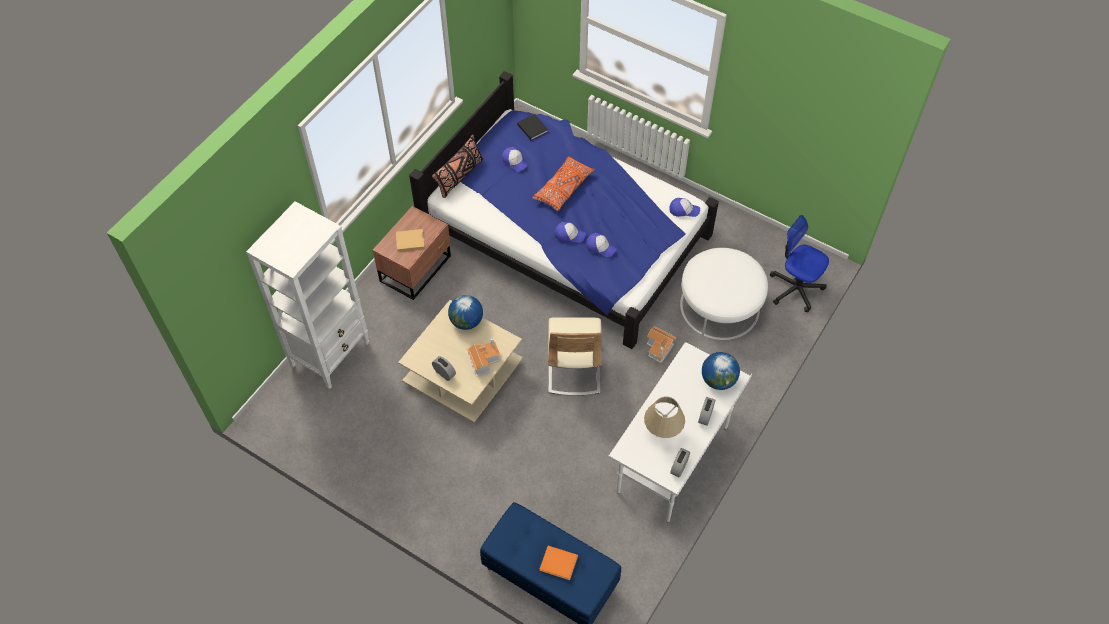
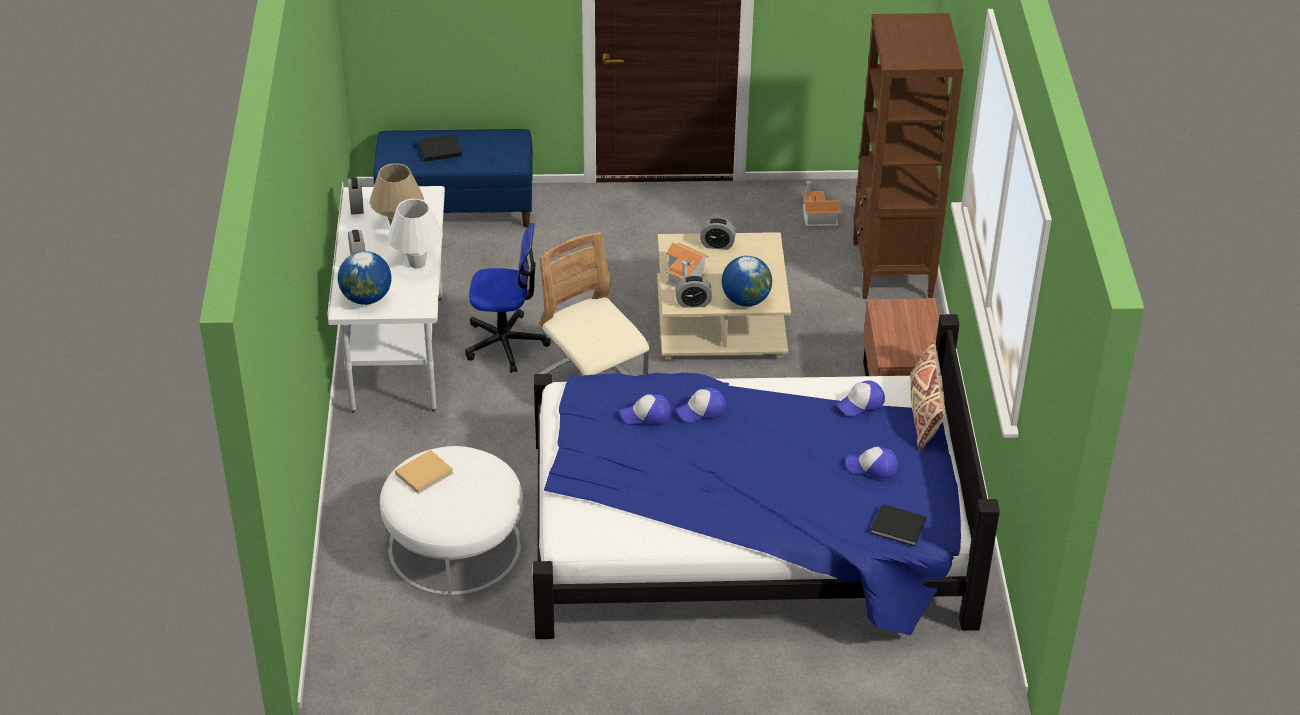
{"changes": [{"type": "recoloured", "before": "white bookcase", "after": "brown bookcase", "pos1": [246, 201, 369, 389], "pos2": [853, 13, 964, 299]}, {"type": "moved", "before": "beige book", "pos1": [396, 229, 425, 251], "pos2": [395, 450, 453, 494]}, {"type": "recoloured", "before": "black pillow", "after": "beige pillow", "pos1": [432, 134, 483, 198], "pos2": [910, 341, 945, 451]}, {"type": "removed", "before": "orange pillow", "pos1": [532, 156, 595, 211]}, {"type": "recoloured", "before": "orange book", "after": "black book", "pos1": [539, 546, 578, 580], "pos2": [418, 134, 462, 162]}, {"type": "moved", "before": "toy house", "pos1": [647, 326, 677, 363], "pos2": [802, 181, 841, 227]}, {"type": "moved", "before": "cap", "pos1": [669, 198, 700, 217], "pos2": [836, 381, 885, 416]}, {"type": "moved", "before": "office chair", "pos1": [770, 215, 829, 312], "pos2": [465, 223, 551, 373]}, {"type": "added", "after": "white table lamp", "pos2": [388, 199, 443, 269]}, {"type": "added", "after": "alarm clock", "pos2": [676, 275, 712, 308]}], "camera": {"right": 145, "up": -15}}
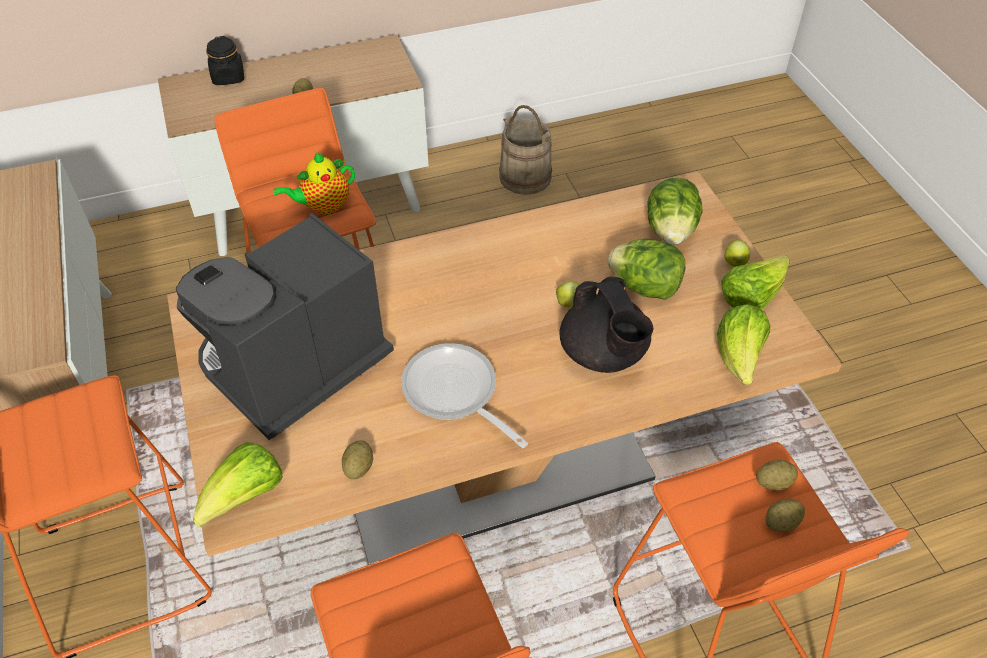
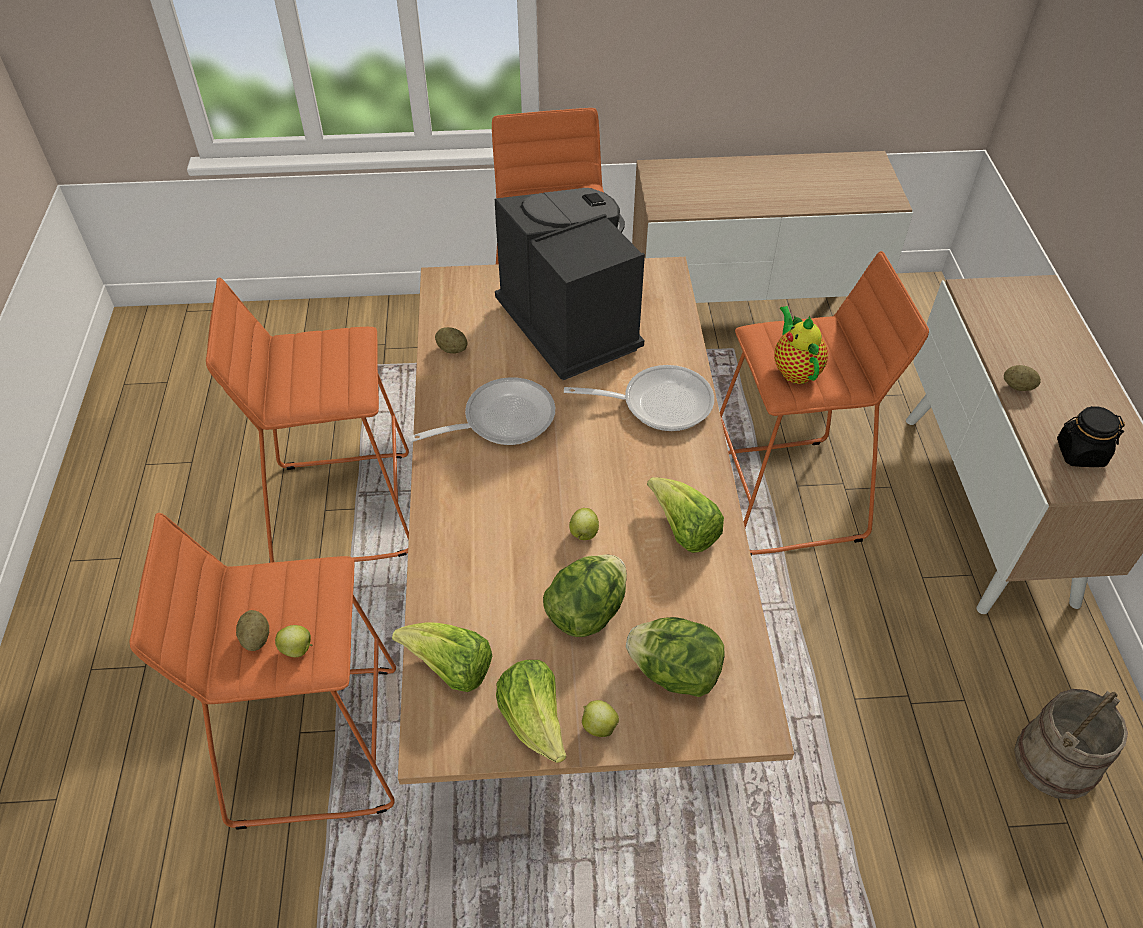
{"changes": [{"type": "moved", "before": "lettuce", "pos1": [193, 442, 283, 527], "pos2": [647, 477, 724, 553]}, {"type": "moved", "before": "black jar", "pos1": [206, 36, 244, 85], "pos2": [1057, 406, 1125, 467]}, {"type": "removed", "before": "black teapot", "pos1": [560, 277, 653, 373]}, {"type": "replaced", "before": "potato", "after": "apple", "pos1": [756, 460, 798, 491], "pos2": [275, 625, 312, 657]}, {"type": "added", "after": "frying pan", "pos2": [564, 365, 714, 431]}], "camera": {"right": 105, "up": 0}}
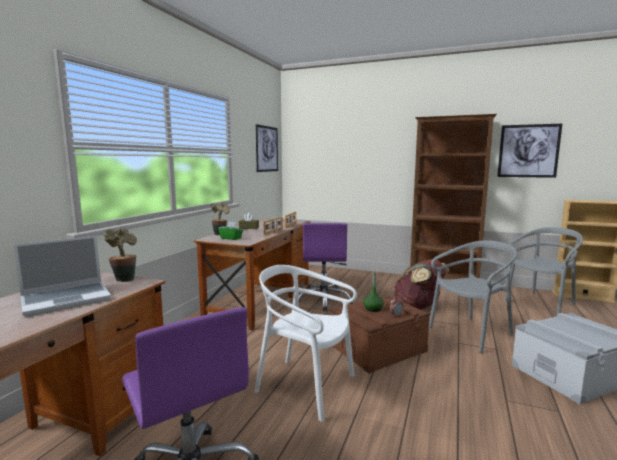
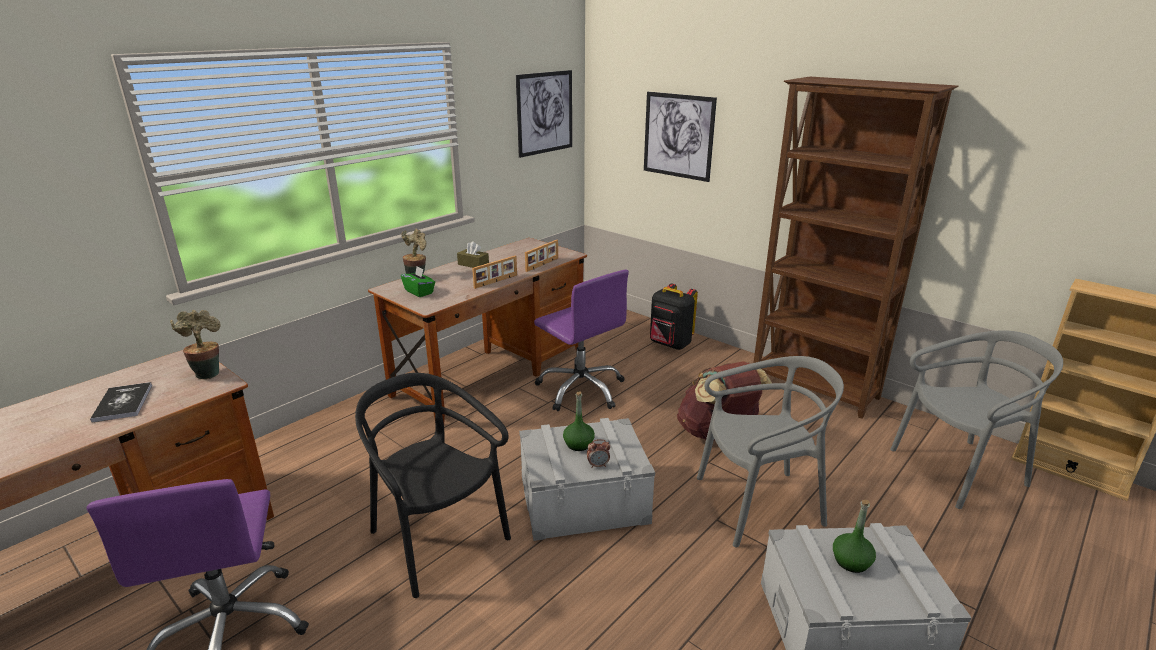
{"changes": [{"type": "replaced", "before": "laptop", "after": "book", "pos1": [13, 236, 111, 316], "pos2": [90, 382, 152, 423]}, {"type": "recoloured", "before": "white chair", "after": "black chair", "pos1": [254, 265, 357, 422], "pos2": [355, 373, 511, 598]}, {"type": "turned", "before": "purple office chair", "pos1": [299, 223, 353, 312], "pos2": [534, 270, 629, 411], "turn": -60}, {"type": "recoloured", "before": "brown storage box", "after": "grey storage box", "pos1": [331, 295, 430, 374], "pos2": [519, 418, 655, 541]}, {"type": "moved", "before": "picture", "pos1": [497, 124, 562, 178], "pos2": [644, 92, 717, 182]}, {"type": "added", "after": "black backpack", "pos2": [650, 284, 698, 350]}, {"type": "added", "after": "green bottle", "pos2": [833, 500, 876, 573]}], "camera": {"right": 20, "up": 15}}
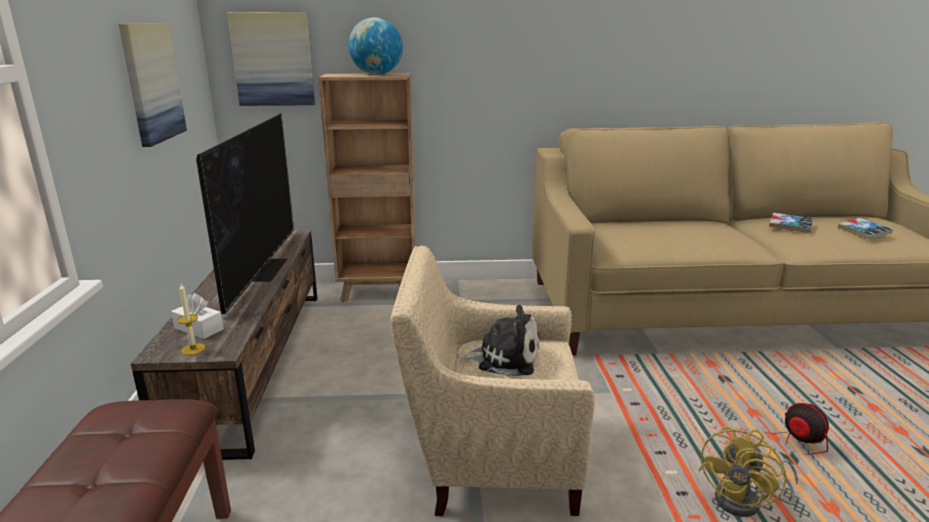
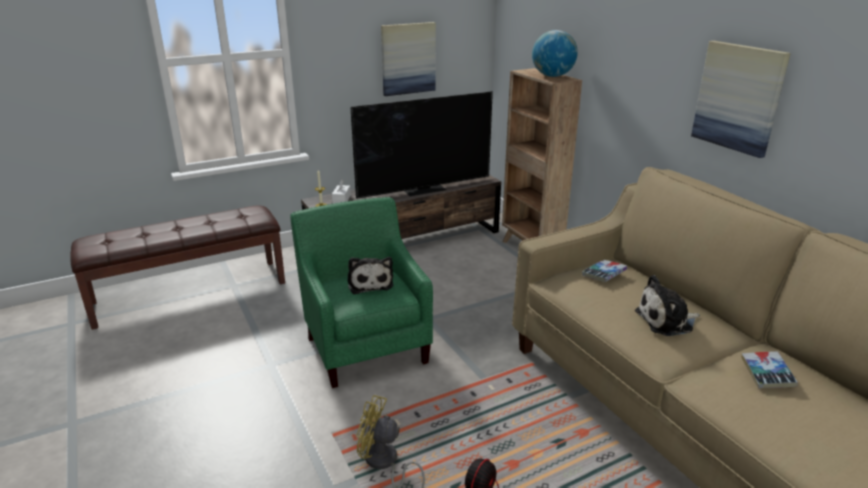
{"changes": [{"type": "moved", "before": "picture", "pos1": [227, 12, 315, 106], "pos2": [691, 41, 791, 158]}, {"type": "recoloured", "before": "beige armchair", "after": "green armchair", "pos1": [390, 245, 595, 516], "pos2": [290, 197, 433, 388]}, {"type": "moved", "before": "book", "pos1": [838, 218, 893, 240], "pos2": [582, 260, 627, 282]}, {"type": "added", "after": "plush toy", "pos2": [635, 275, 700, 336]}], "camera": {"right": 65, "up": 5}}
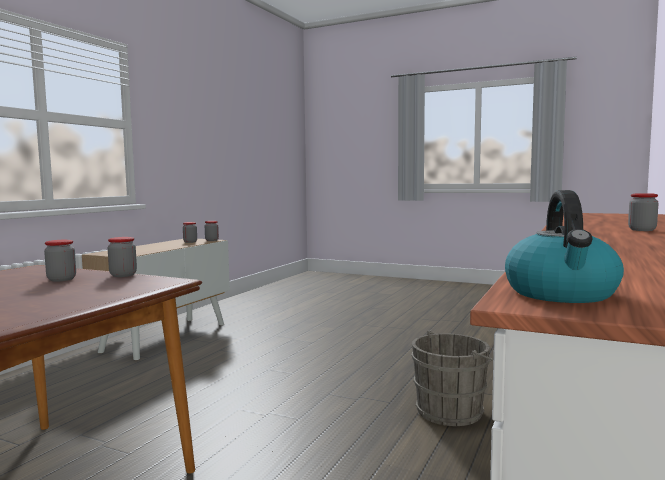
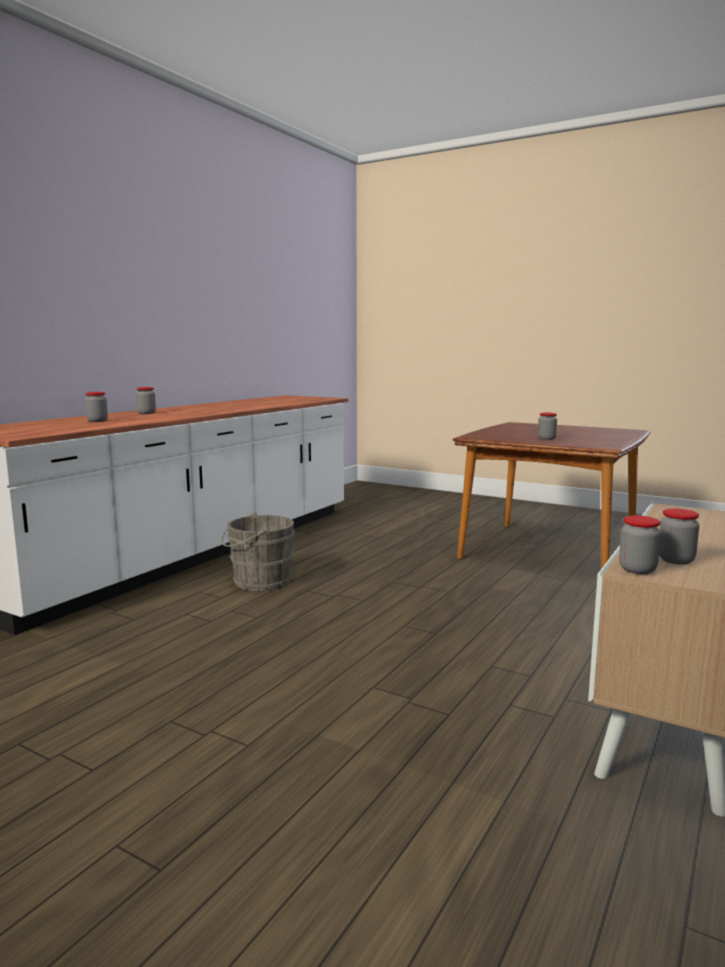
{"changes": [{"type": "moved", "before": "jar", "pos1": [108, 237, 137, 277], "pos2": [85, 392, 108, 422]}, {"type": "removed", "before": "kettle", "pos1": [505, 190, 624, 303]}], "camera": {"right": -175, "up": 5}}
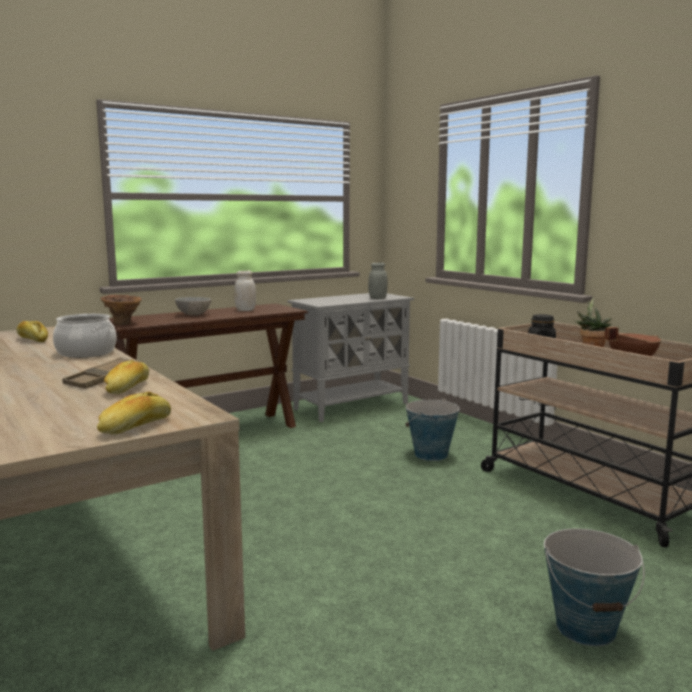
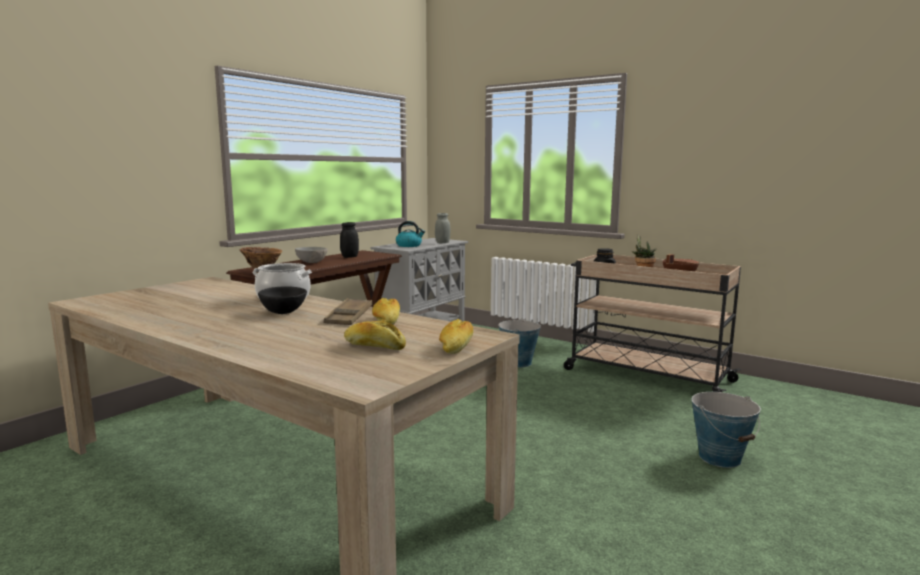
{"changes": [{"type": "moved", "before": "bread", "pos1": [16, 321, 48, 342], "pos2": [344, 321, 406, 350]}, {"type": "recoloured", "before": "white jar", "after": "black jar", "pos1": [234, 271, 256, 311], "pos2": [340, 222, 359, 258]}, {"type": "added", "after": "black bowl", "pos2": [258, 286, 307, 314]}, {"type": "added", "after": "kettle", "pos2": [396, 221, 425, 247]}], "camera": {"right": -20, "up": 0}}
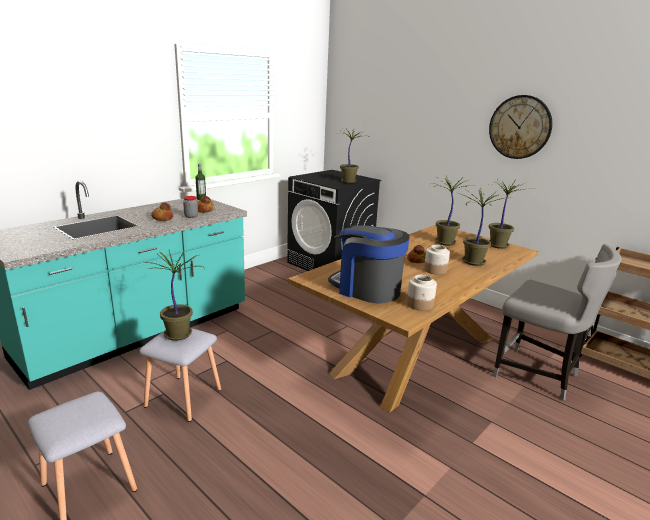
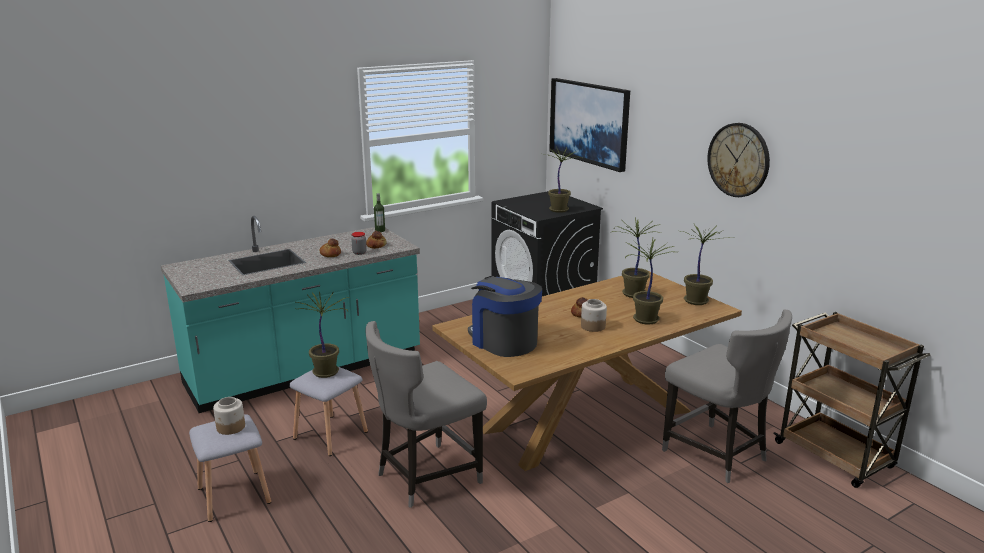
{"changes": [{"type": "moved", "before": "jar", "pos1": [407, 275, 437, 311], "pos2": [213, 397, 245, 435]}, {"type": "added", "after": "grey chair", "pos2": [365, 321, 487, 508]}, {"type": "added", "after": "picture", "pos2": [549, 78, 630, 172]}], "camera": {"right": 15, "up": 0}}
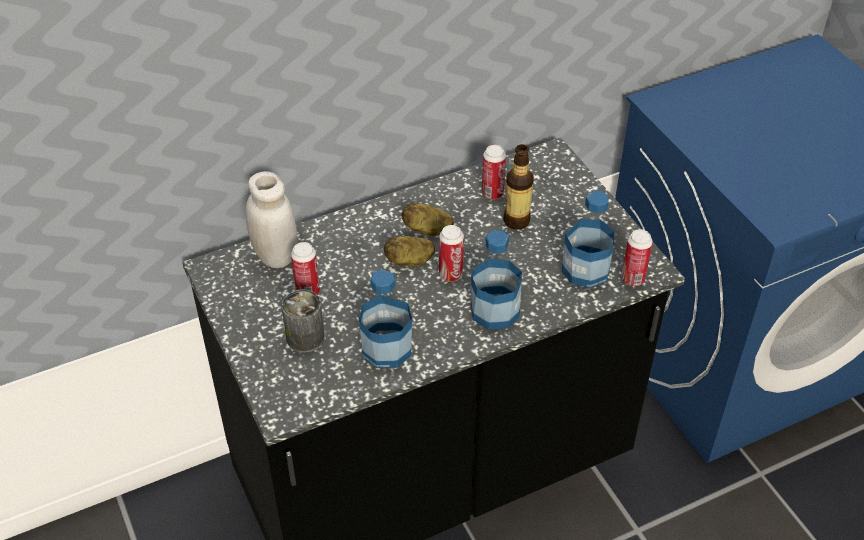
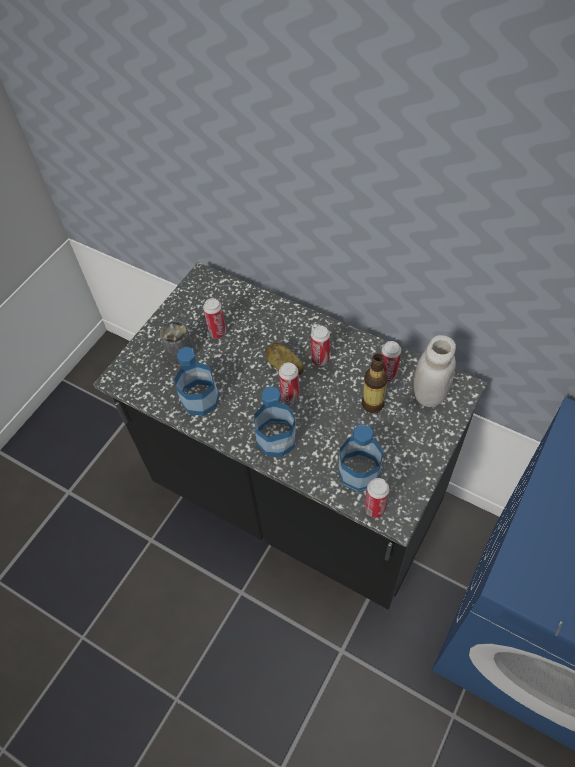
{"changes": [{"type": "moved", "before": "white jar", "pos1": [245, 171, 298, 268], "pos2": [414, 335, 456, 407]}, {"type": "replaced", "before": "potato", "after": "can", "pos1": [402, 203, 454, 236], "pos2": [311, 325, 330, 366]}], "camera": {"right": 60, "up": 10}}
